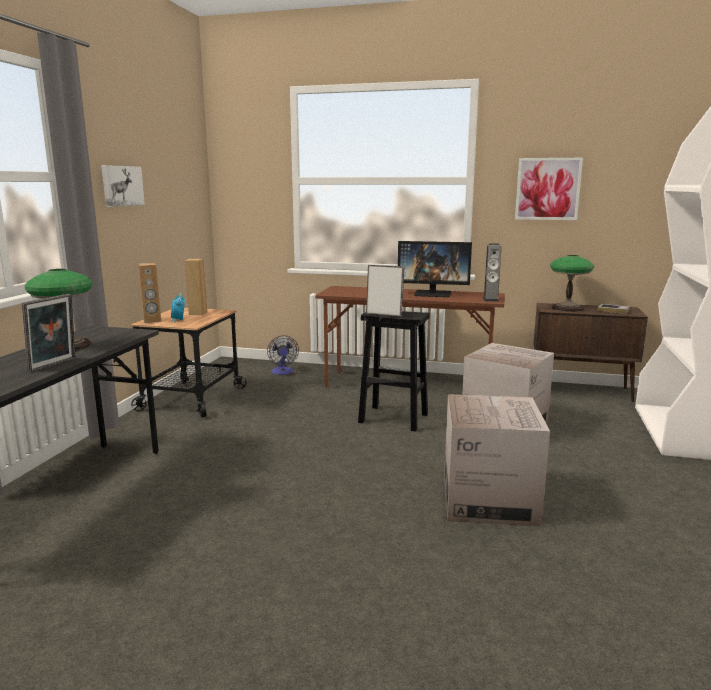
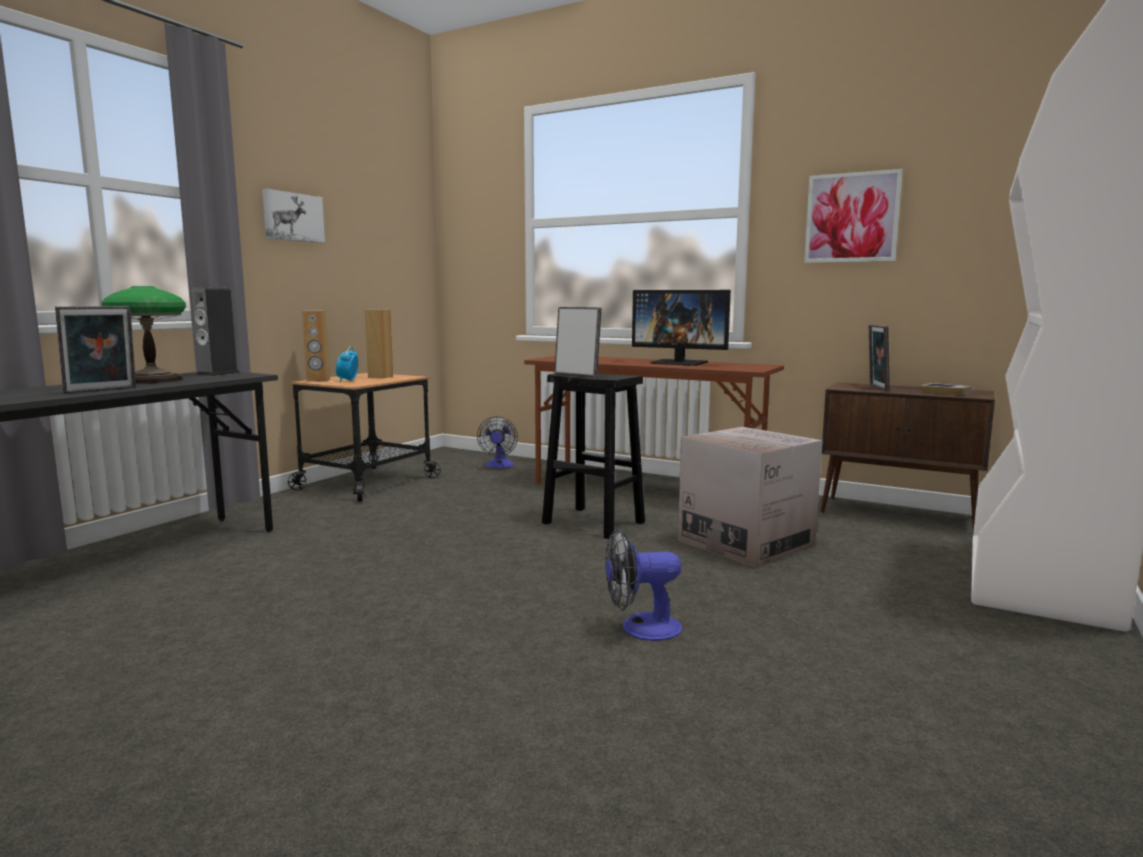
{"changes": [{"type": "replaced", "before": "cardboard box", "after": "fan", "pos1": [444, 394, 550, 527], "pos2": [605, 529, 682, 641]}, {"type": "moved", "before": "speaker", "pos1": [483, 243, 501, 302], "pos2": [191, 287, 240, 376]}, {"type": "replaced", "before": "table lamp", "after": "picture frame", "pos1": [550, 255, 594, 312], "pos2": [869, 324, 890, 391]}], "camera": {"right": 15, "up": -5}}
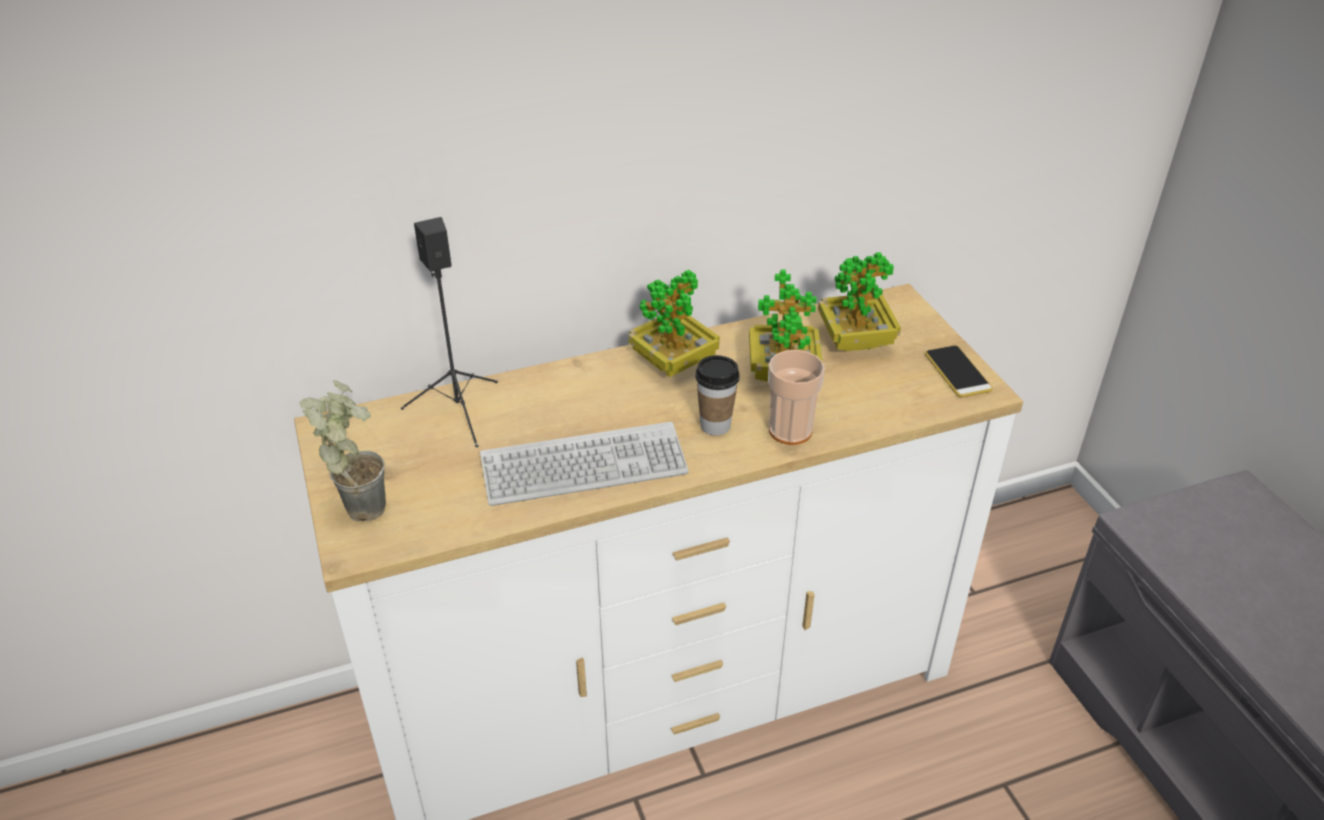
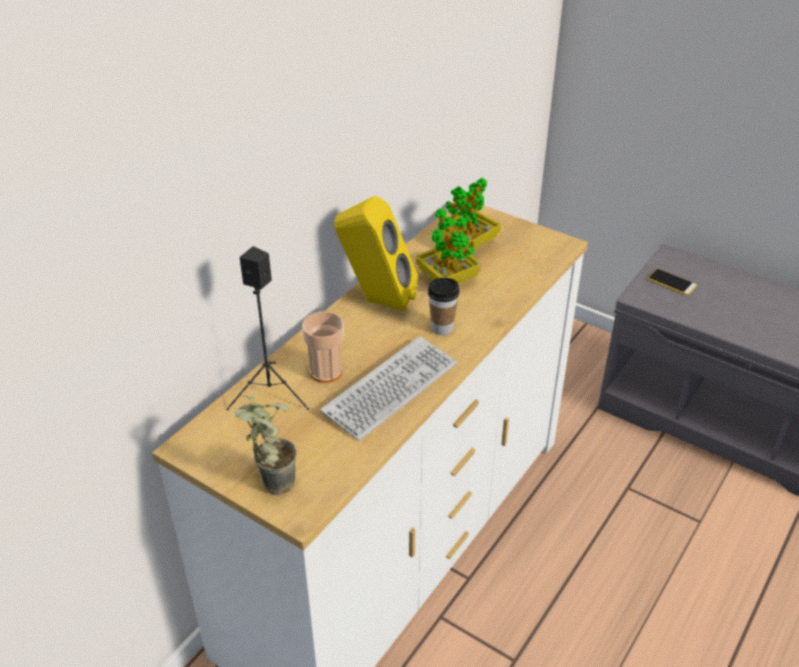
{"changes": [{"type": "replaced", "before": "potted plant", "after": "yellow speaker", "pos1": [628, 270, 720, 377], "pos2": [334, 196, 418, 311]}, {"type": "moved", "before": "cup", "pos1": [768, 350, 825, 445], "pos2": [302, 311, 344, 383]}, {"type": "moved", "before": "phone", "pos1": [925, 345, 993, 398], "pos2": [648, 269, 697, 295]}], "camera": {"right": -35, "up": 0}}
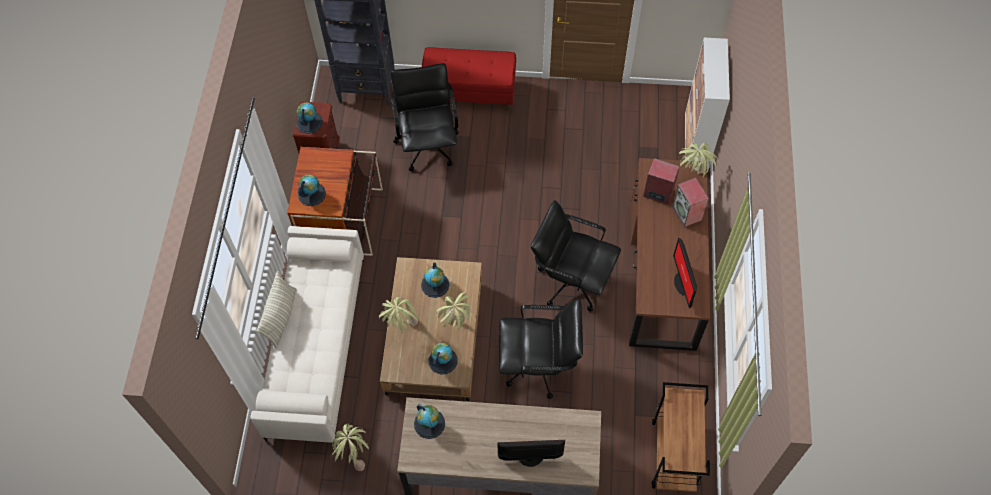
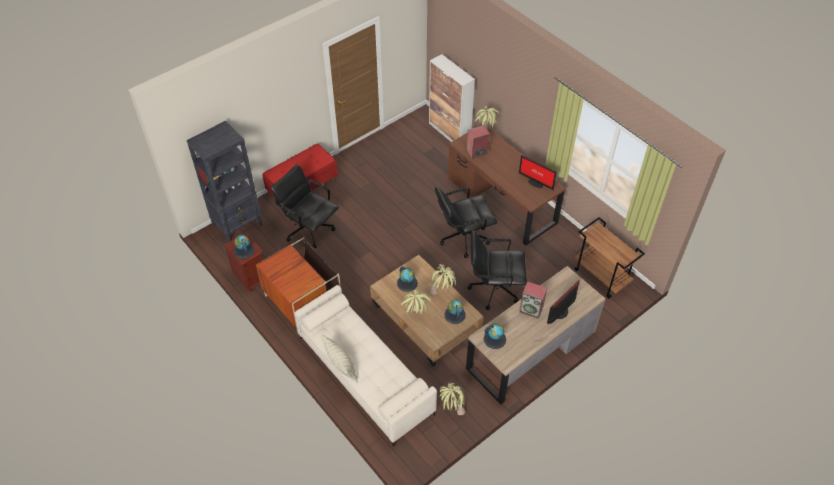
{"changes": [{"type": "removed", "before": "globe", "pos1": [298, 174, 326, 206]}, {"type": "turned", "before": "black office chair", "pos1": [499, 299, 583, 399], "pos2": [468, 230, 527, 310], "turn": -135}, {"type": "moved", "before": "speaker", "pos1": [672, 177, 709, 227], "pos2": [519, 281, 547, 319]}], "camera": {"right": -45, "up": -10}}
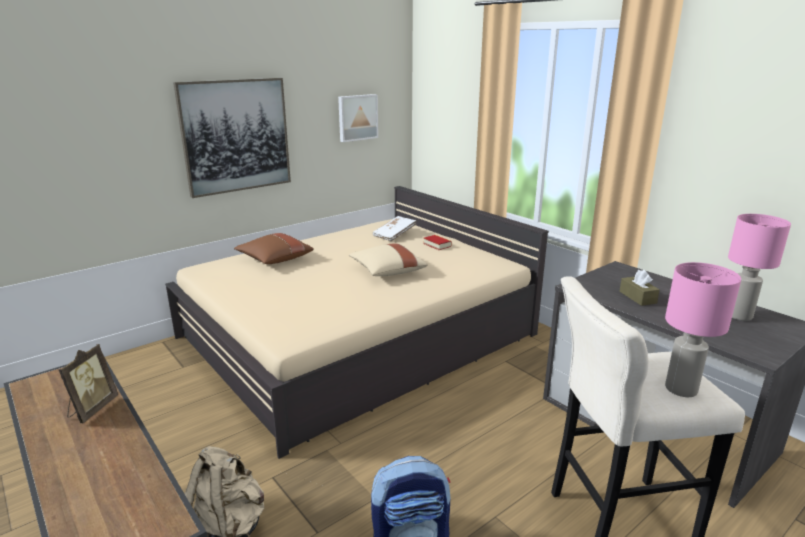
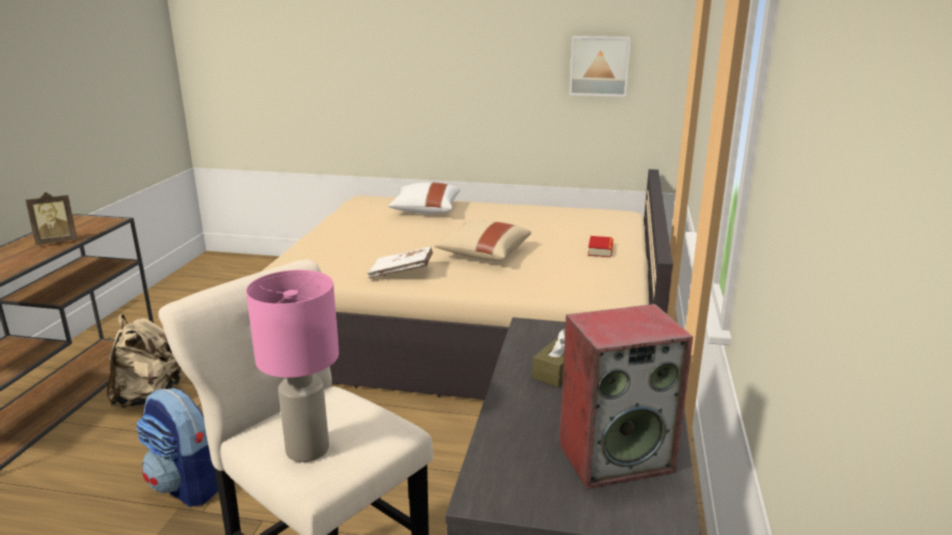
{"changes": [{"type": "removed", "before": "picture", "pos1": [173, 78, 291, 198]}, {"type": "recoloured", "before": "brown pillow", "after": "white pillow", "pos1": [234, 233, 314, 264], "pos2": [388, 183, 460, 214]}, {"type": "moved", "before": "white book", "pos1": [373, 216, 416, 241], "pos2": [368, 247, 433, 279]}, {"type": "replaced", "before": "pink table lamp", "after": "speaker", "pos1": [728, 214, 791, 321], "pos2": [559, 304, 693, 489]}], "camera": {"right": 50, "up": 0}}
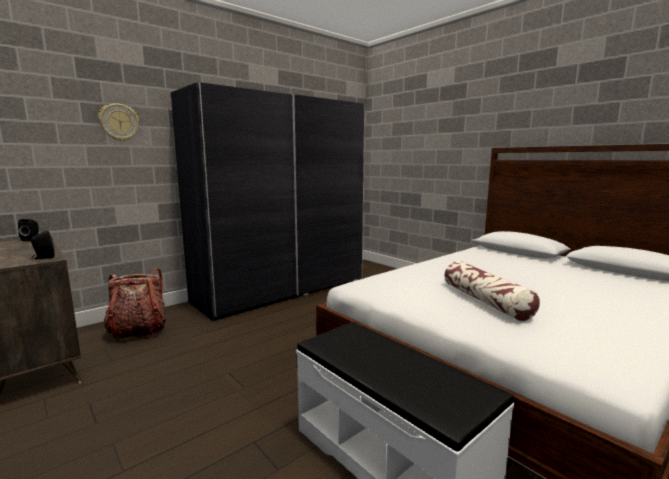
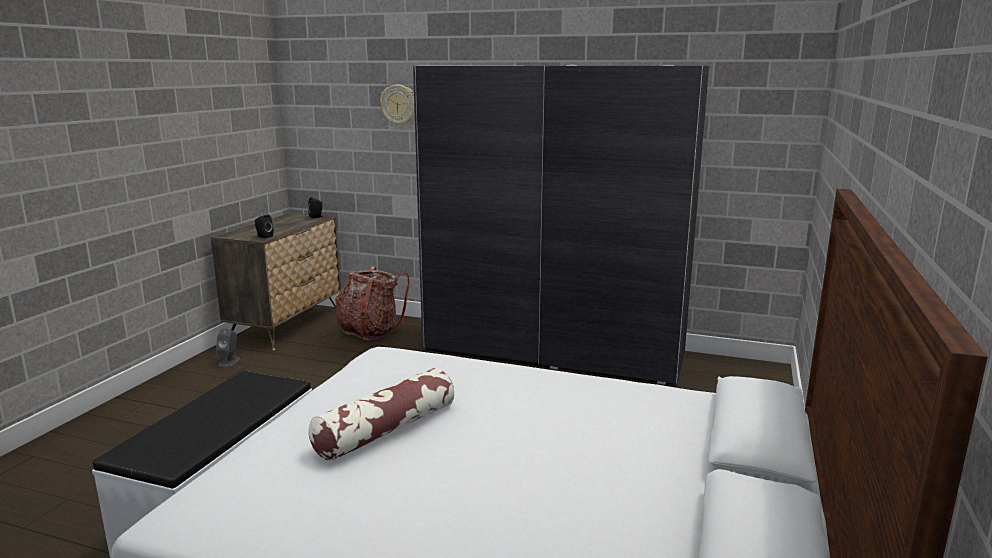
{"changes": [{"type": "added", "after": "grey speaker", "pos2": [216, 328, 240, 367]}], "camera": {"right": 60, "up": 5}}
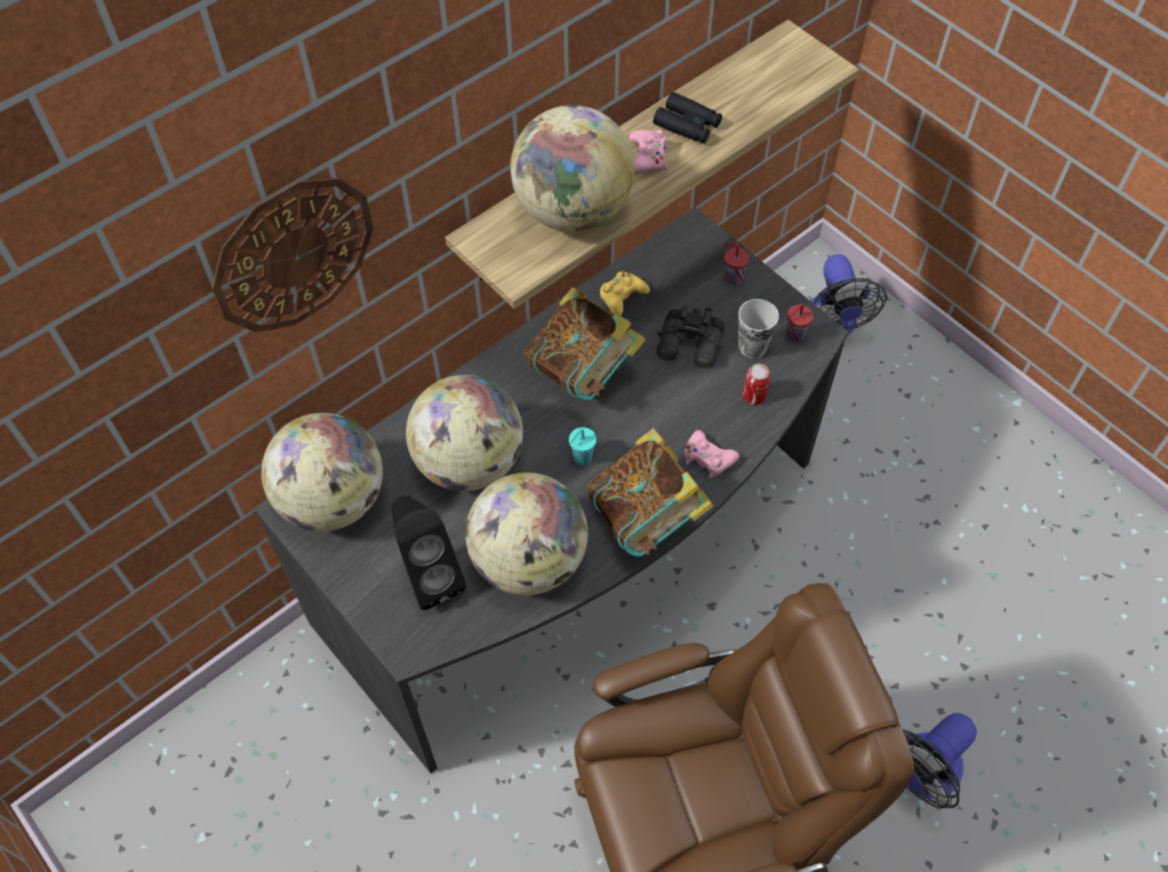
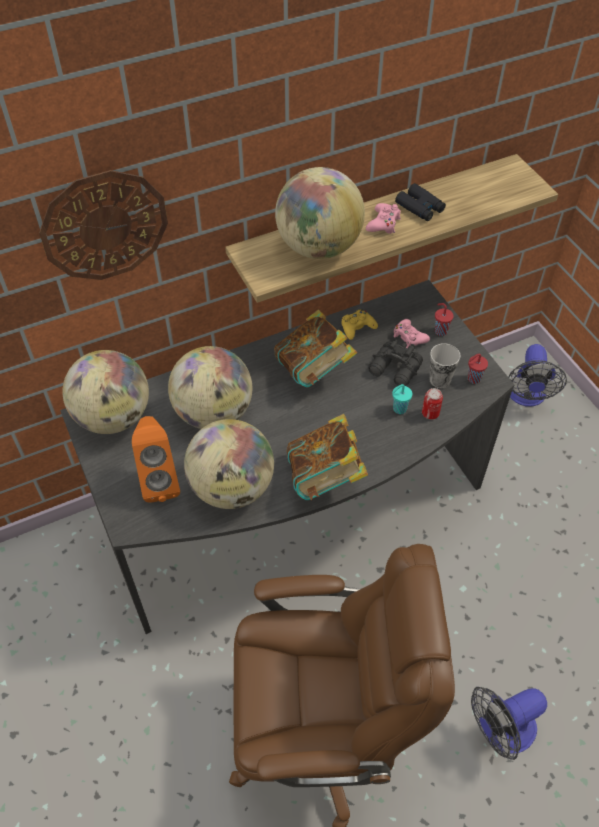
{"changes": [{"type": "recoloured", "before": "black speaker", "after": "orange speaker", "pos1": [391, 496, 466, 610], "pos2": [132, 416, 180, 503]}, {"type": "moved", "before": "turquoise cup", "pos1": [569, 427, 597, 465], "pos2": [392, 384, 412, 414]}, {"type": "moved", "before": "pink game controller", "pos1": [684, 430, 739, 479], "pos2": [393, 319, 430, 349]}], "camera": {"right": 15, "up": -5}}
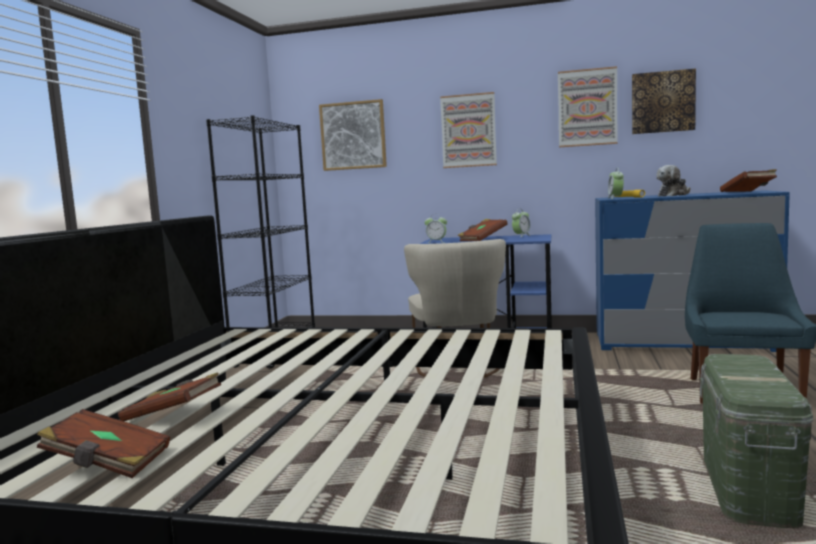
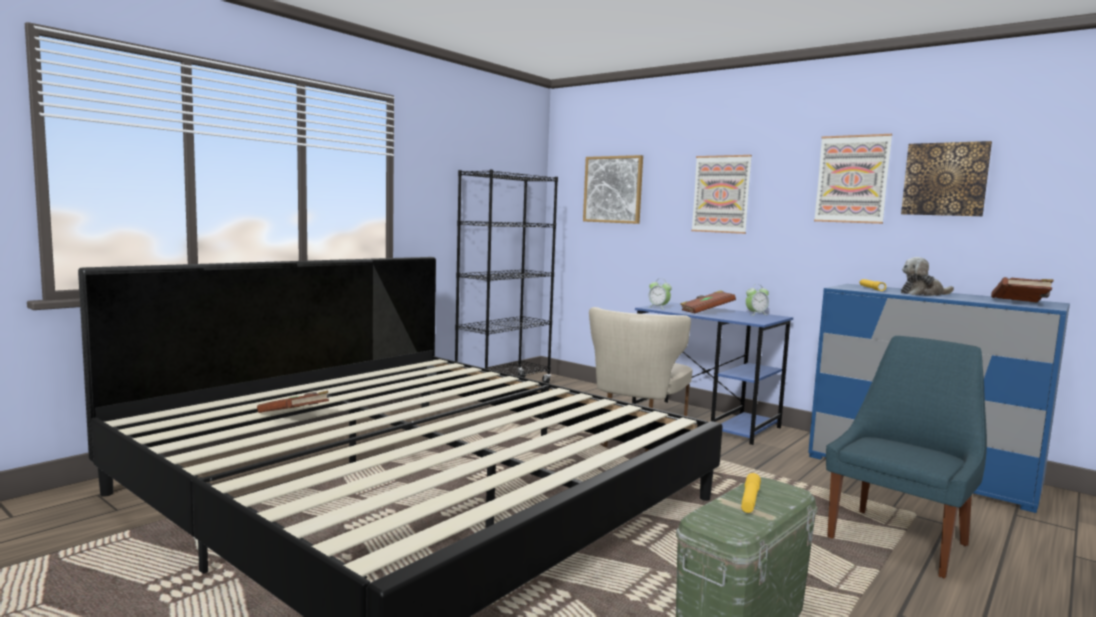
{"changes": [{"type": "removed", "before": "brown book", "pos1": [37, 409, 170, 478]}, {"type": "removed", "before": "alarm clock", "pos1": [608, 168, 624, 199]}, {"type": "added", "after": "yellow flashlight", "pos2": [741, 473, 761, 513]}], "camera": {"right": 25, "up": 0}}
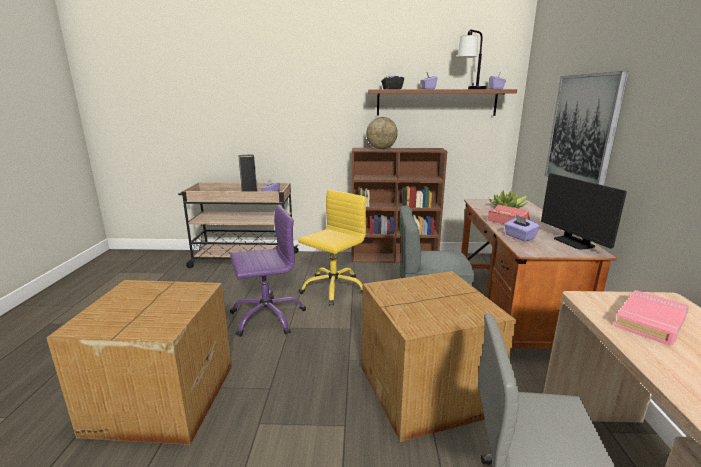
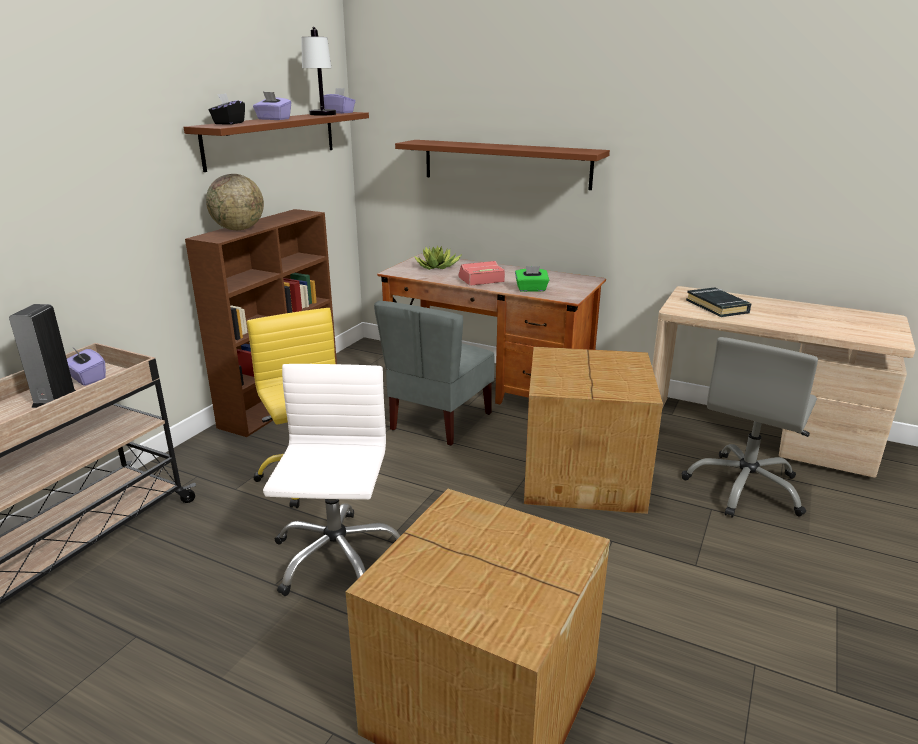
{"changes": [{"type": "recoloured", "before": "purple office chair", "after": "white office chair", "pos1": [230, 205, 306, 337], "pos2": [263, 364, 400, 596]}, {"type": "recoloured", "before": "purple tissue box", "after": "green tissue box", "pos1": [504, 215, 540, 241], "pos2": [515, 266, 549, 292]}, {"type": "removed", "before": "monitor", "pos1": [541, 173, 627, 250]}, {"type": "replaced", "before": "picture", "after": "brown shelf", "pos1": [545, 71, 629, 185], "pos2": [395, 140, 610, 190]}, {"type": "recoloured", "before": "pink book", "after": "black book", "pos1": [614, 290, 689, 346], "pos2": [686, 287, 752, 317]}], "camera": {"right": -65, "up": 5}}
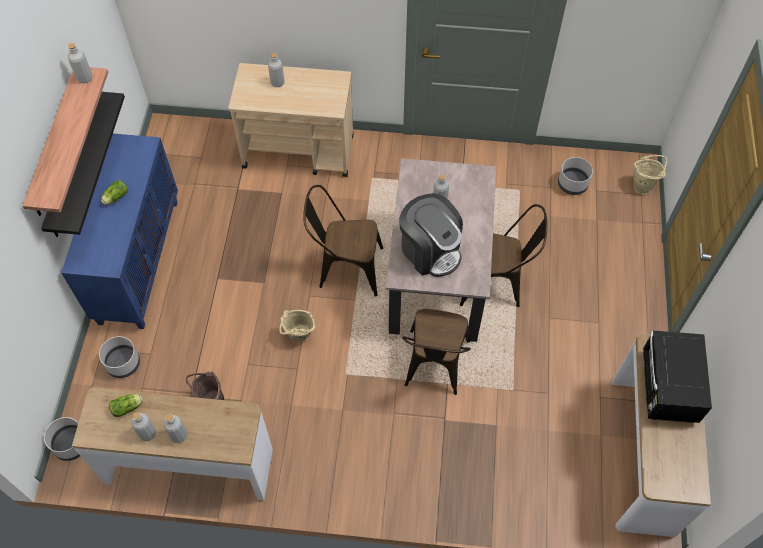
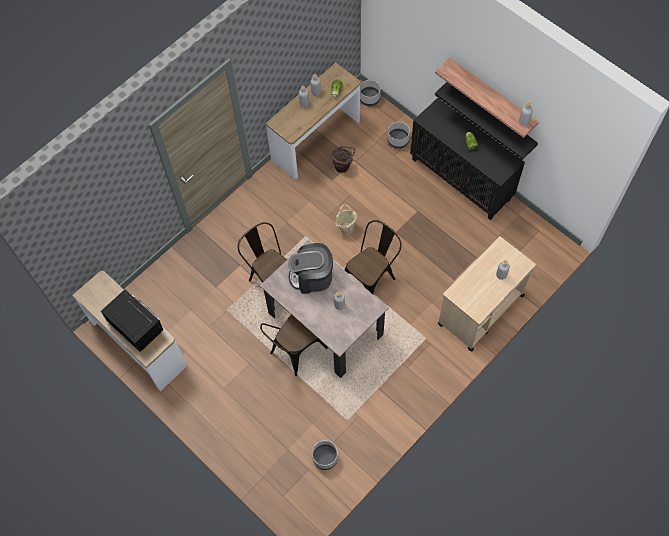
{"changes": [{"type": "recoloured", "before": "blue cabinet", "after": "black cabinet", "pos1": [61, 134, 178, 329], "pos2": [410, 98, 525, 220]}, {"type": "removed", "before": "beige bucket", "pos1": [633, 155, 667, 194]}], "camera": {"right": 130, "up": 5}}
